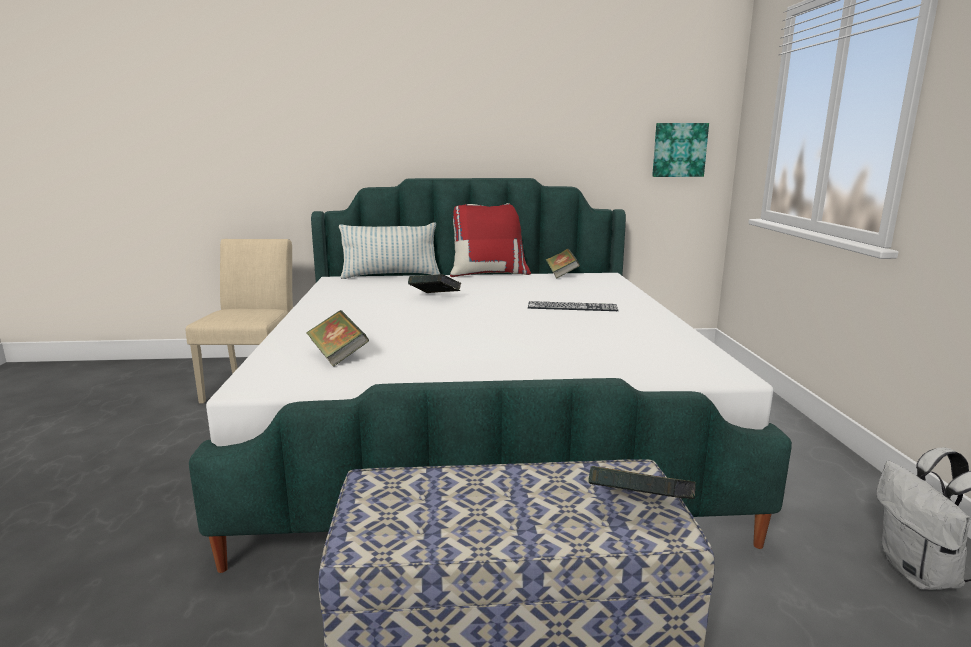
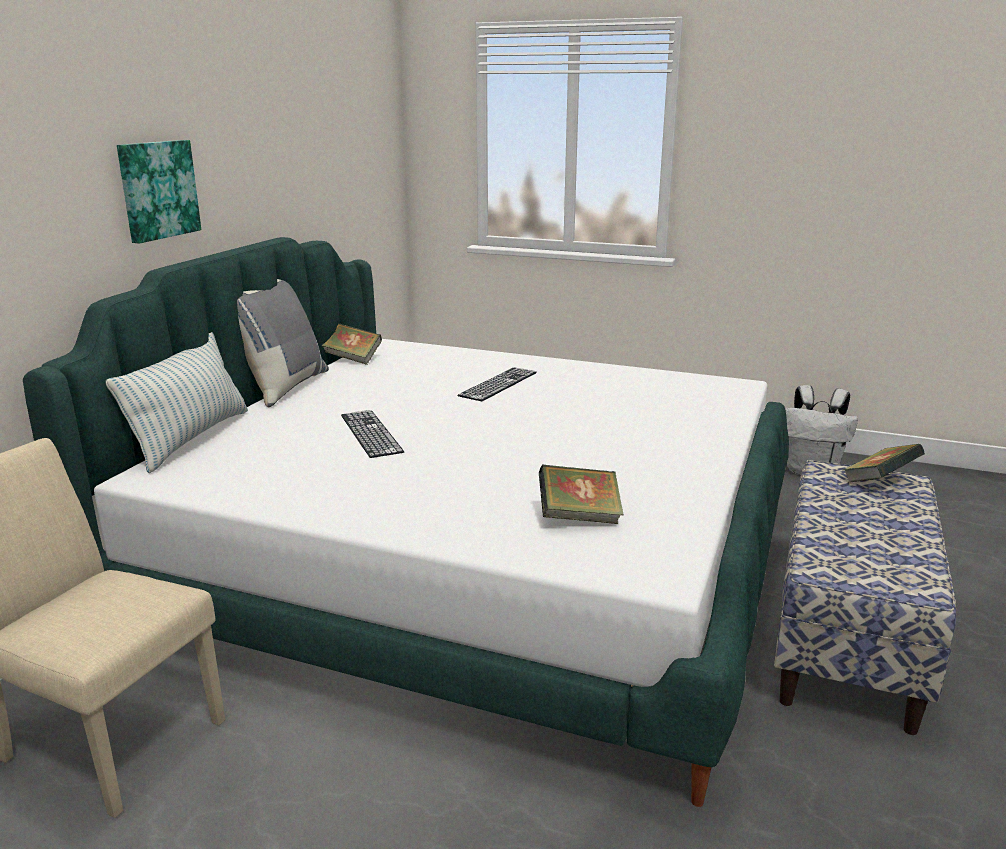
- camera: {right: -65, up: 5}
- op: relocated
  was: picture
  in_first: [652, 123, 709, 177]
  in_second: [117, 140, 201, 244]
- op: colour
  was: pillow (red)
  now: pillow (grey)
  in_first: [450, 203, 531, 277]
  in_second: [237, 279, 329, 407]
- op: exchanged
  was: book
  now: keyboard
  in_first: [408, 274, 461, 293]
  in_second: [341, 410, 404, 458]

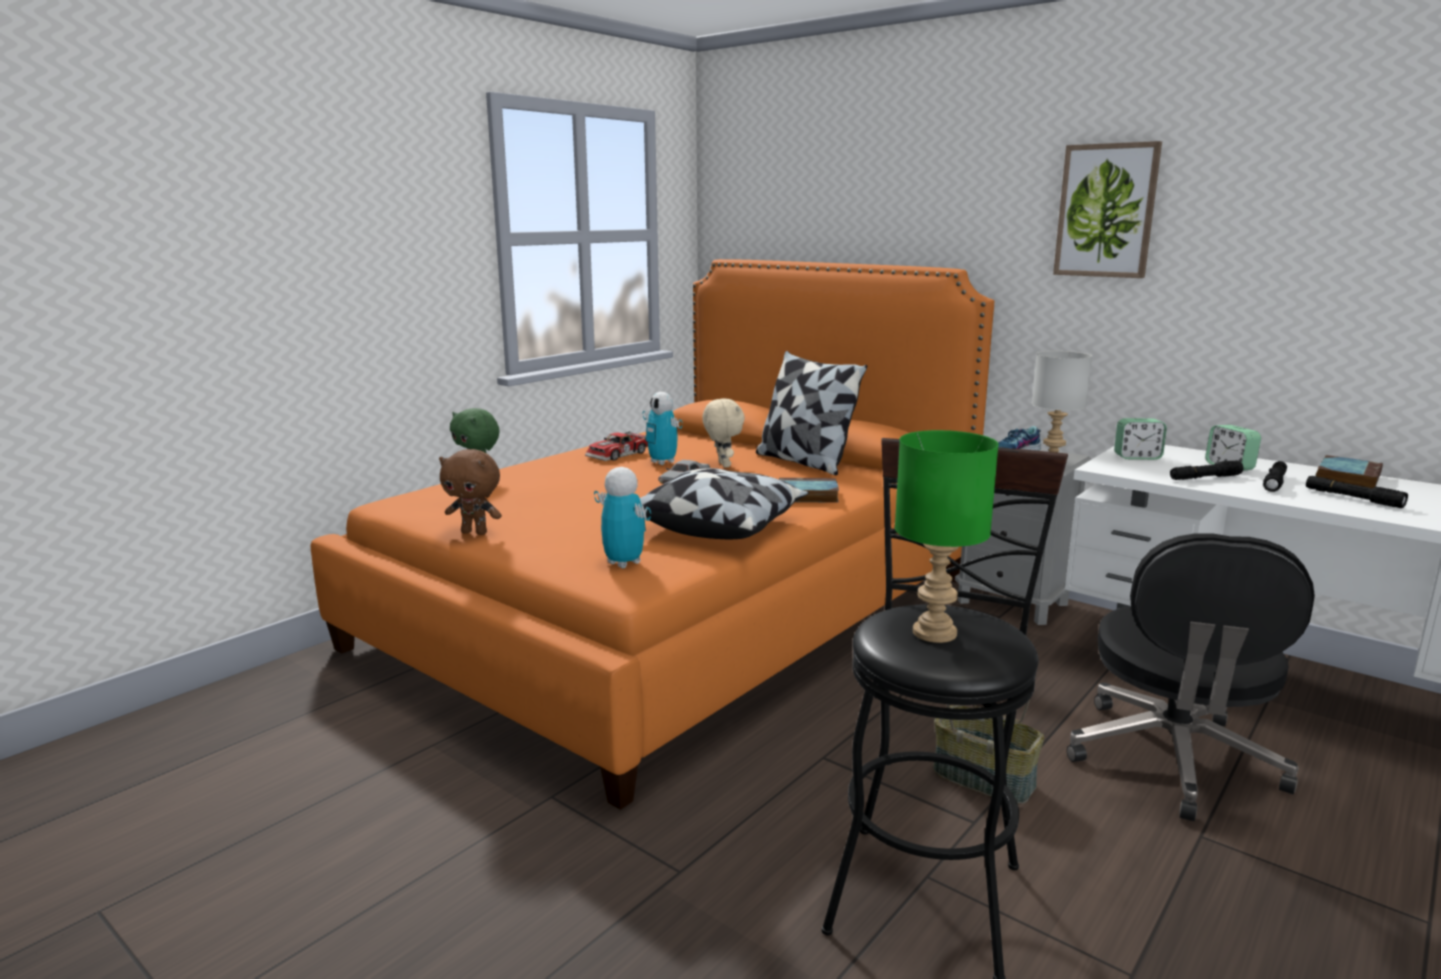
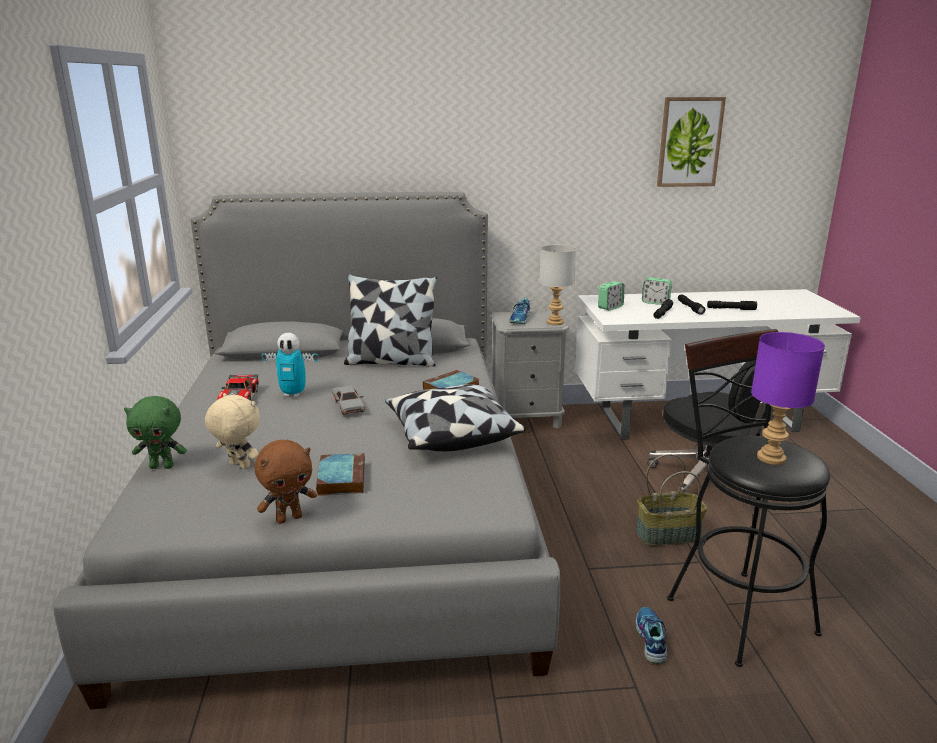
- camera: {right: -45, up: 5}
- op: relocated
  was: picture
  in_first: [1053, 141, 1162, 278]
  in_second: [657, 97, 726, 187]
- op: colour
  was: bed (orange)
  now: bed (grey)
  in_first: [310, 259, 994, 810]
  in_second: [53, 192, 560, 709]
- op: relocated
  was: plush toy (beige)
  in_first: [702, 399, 745, 468]
  in_second: [205, 393, 260, 469]
- op: colour
  was: table lamp (green)
  now: table lamp (purple)
  in_first: [895, 430, 999, 643]
  in_second: [751, 332, 825, 465]
- op: relocated
  was: book
  in_first: [1315, 455, 1383, 488]
  in_second: [316, 453, 365, 496]
- op: missing
  was: toy robot
  in_first: [594, 467, 651, 568]
- op: appeared
  now: shoe
  in_second: [636, 607, 667, 664]

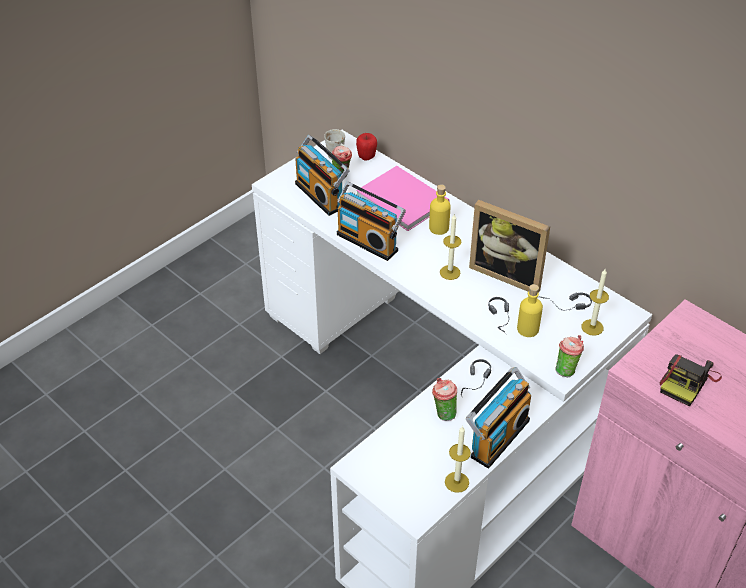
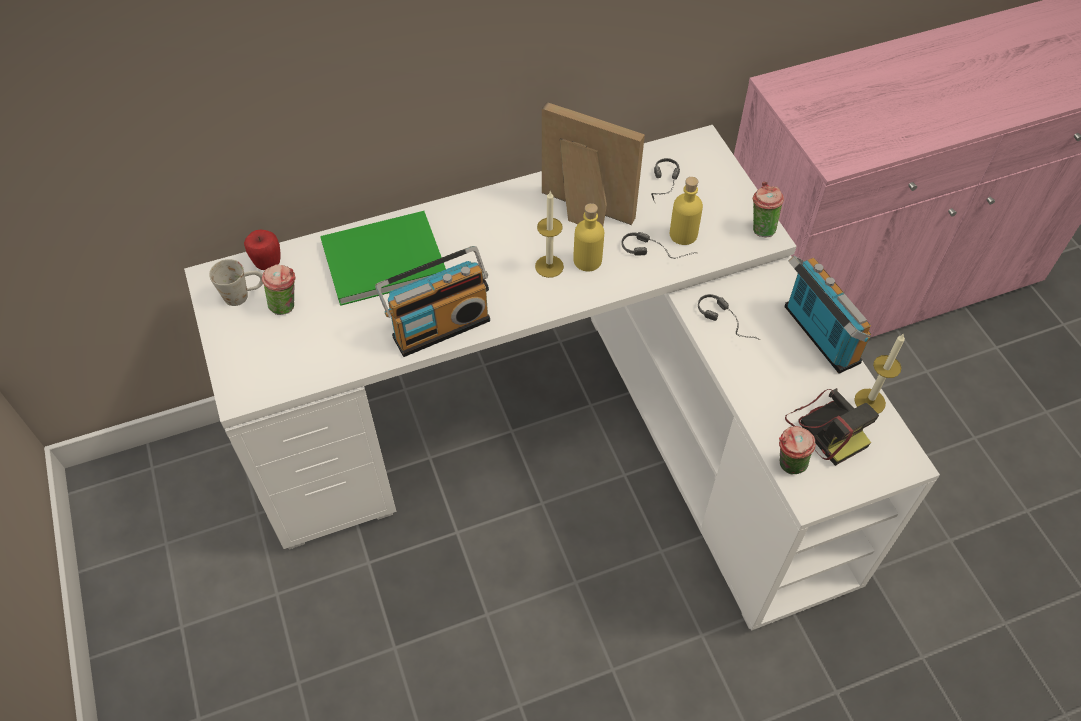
- camera: {right: -65, up: 10}
- op: missing
  was: radio
  in_first: [295, 135, 350, 216]
- op: colour
  was: book (pink)
  now: book (green)
  in_first: [356, 166, 450, 231]
  in_second: [320, 211, 446, 306]
- op: relocated
  was: bottle (yellow)
  in_first: [429, 184, 451, 235]
  in_second: [573, 203, 604, 271]
- op: spun
  was: picture frame
  in_first: [469, 200, 550, 293]
  in_second: [542, 102, 645, 226]
  clockwise: -120
- op: missing
  was: candle
  in_first: [582, 269, 609, 336]
- op: relocated
  was: photo camera
  in_first: [660, 354, 722, 407]
  in_second: [785, 388, 879, 466]
- op: relocated
  was: cup
  in_first: [432, 378, 457, 421]
  in_second: [779, 426, 816, 475]

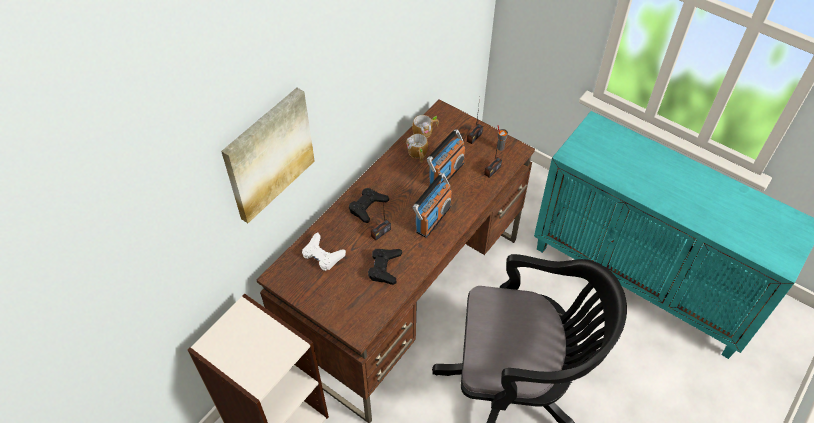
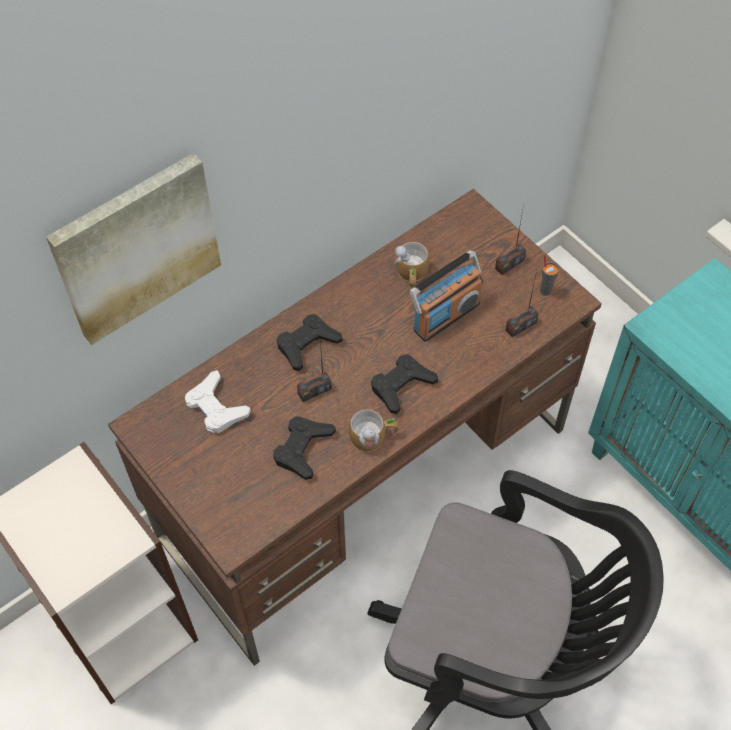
- camera: {right: 15, up: 5}
- op: relocated
  was: mug
  in_first: [412, 115, 439, 138]
  in_second: [349, 409, 399, 452]
- op: exchanged
  was: radio
  now: game controller (black)
  in_first: [413, 173, 452, 238]
  in_second: [371, 354, 438, 414]

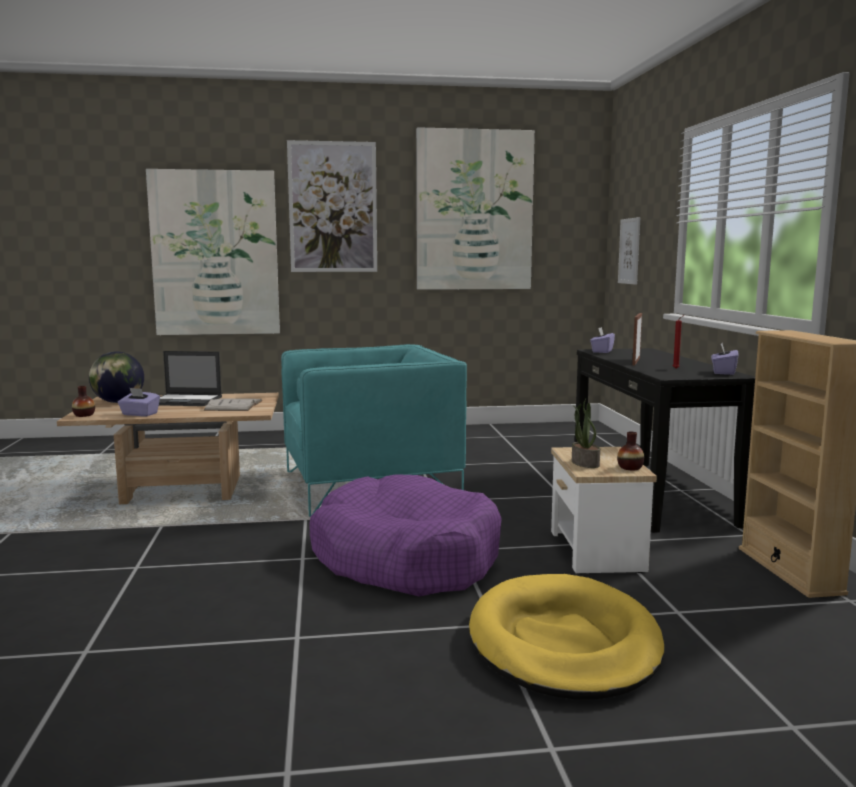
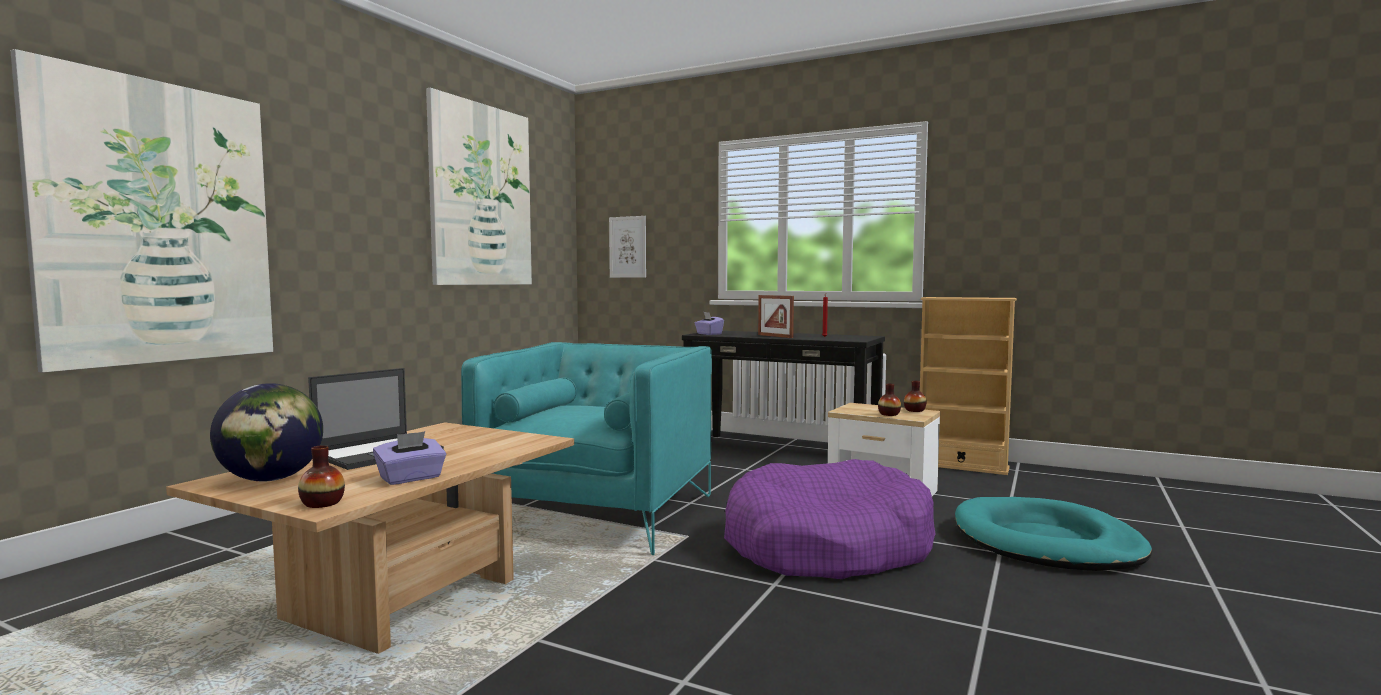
- camera: {right: -55, up: -5}
- op: missing
  was: picture
  in_first: [287, 140, 377, 272]
- op: missing
  was: tissue box (purple)
  in_first: [711, 343, 738, 375]
- op: missing
  was: book (white)
  in_first: [203, 398, 263, 411]
- op: exchanged
  was: potted plant
  now: vase
  in_first: [572, 398, 600, 468]
  in_second: [878, 383, 901, 416]
- op: colour
  was: dog bed (yellow)
  now: dog bed (turquoise)
  in_first: [469, 574, 664, 700]
  in_second: [955, 497, 1152, 571]

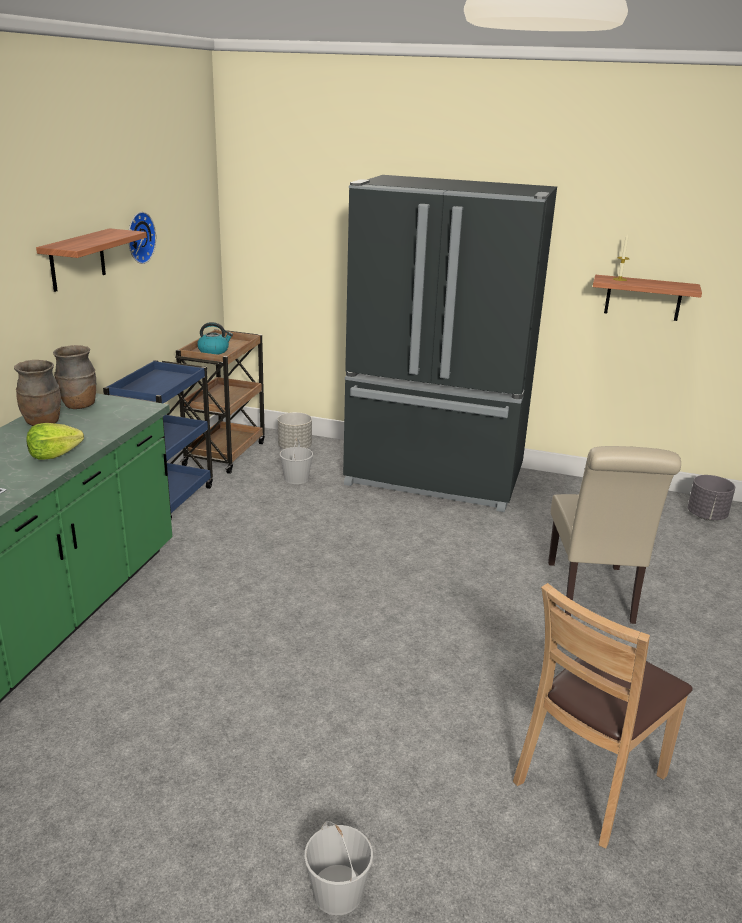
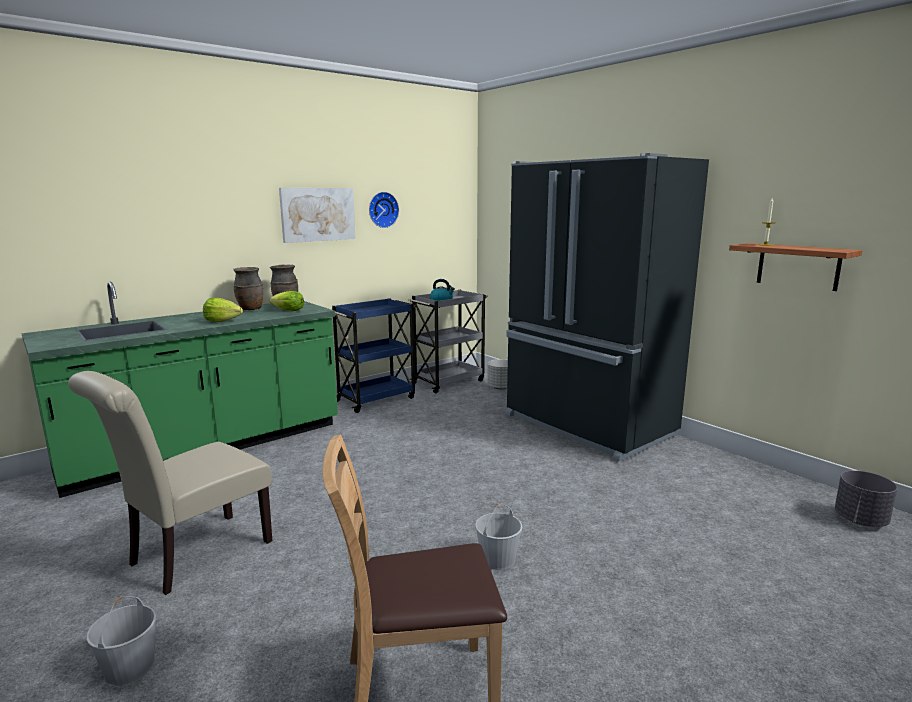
- camera: {right: 35, up: -10}
- op: exchanged
  was: shelf
  now: picture
  in_first: [36, 228, 147, 292]
  in_second: [279, 188, 356, 243]
- op: colour
  was: cart (brown)
  now: cart (grey)
  in_first: [175, 329, 265, 474]
  in_second: [409, 290, 488, 393]
- op: relocated
  was: bucket (white)
  in_first: [280, 438, 313, 484]
  in_second: [475, 503, 522, 570]
- op: relocated
  was: chair (beige)
  in_first: [548, 446, 681, 624]
  in_second: [68, 371, 272, 595]
- op: appeared
  now: lettuce
  in_second: [270, 291, 304, 311]

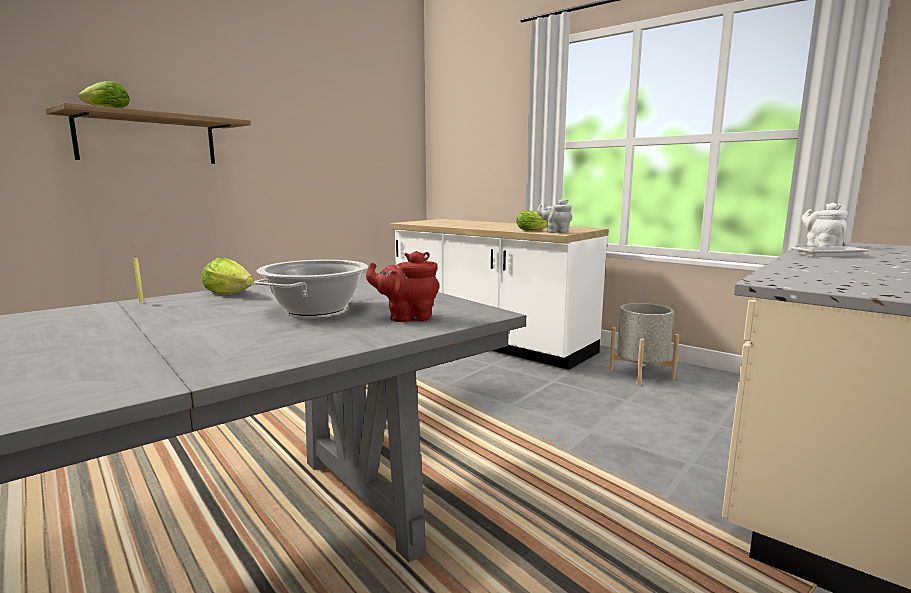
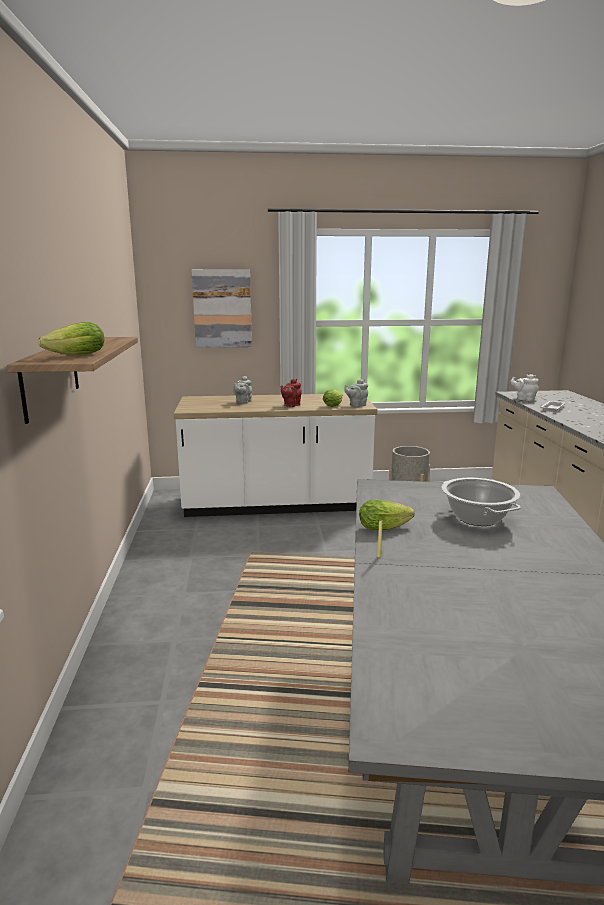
- camera: {right: -45, up: 5}
- op: relocated
  was: teapot (red)
  in_first: [366, 251, 439, 322]
  in_second: [281, 379, 302, 407]
- op: appeared
  now: picture
  in_second: [191, 269, 252, 348]
- op: appeared
  now: teapot (grey)
  in_second: [233, 376, 252, 404]

